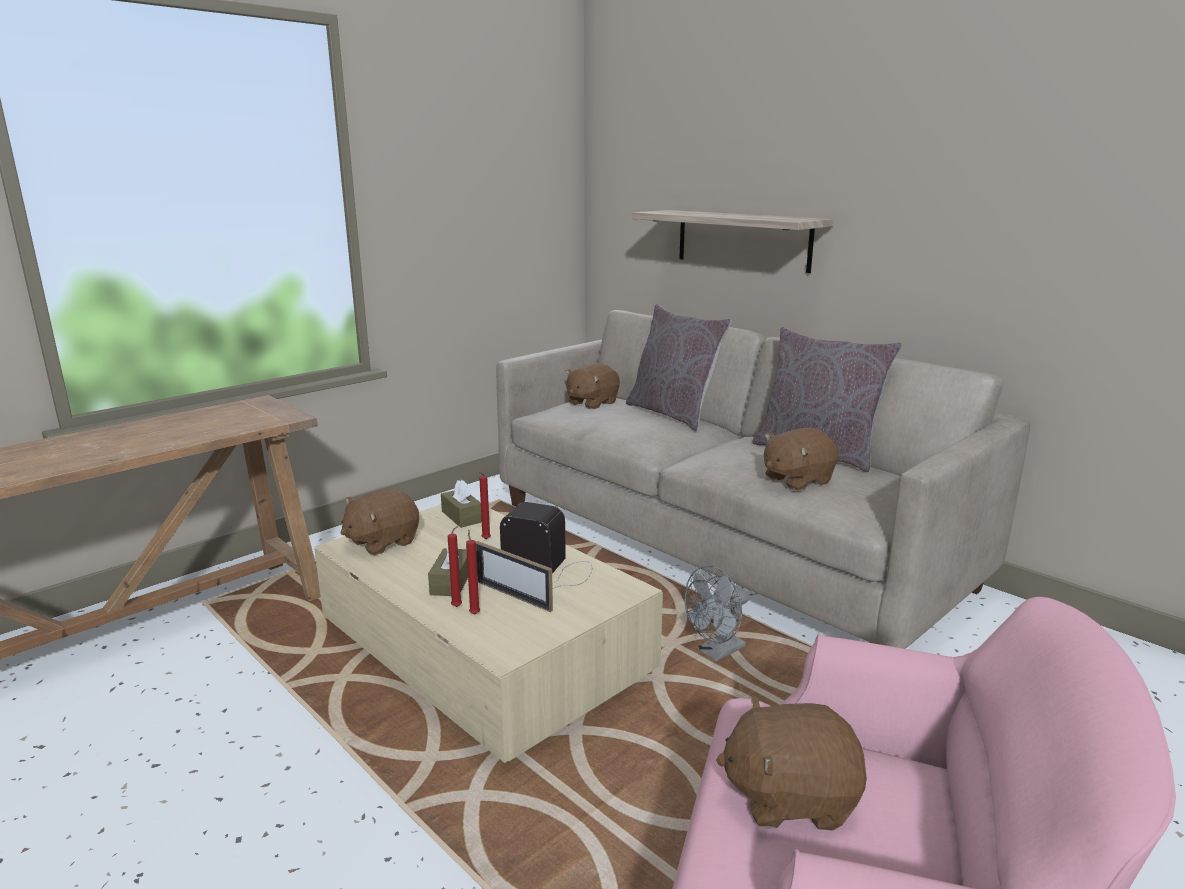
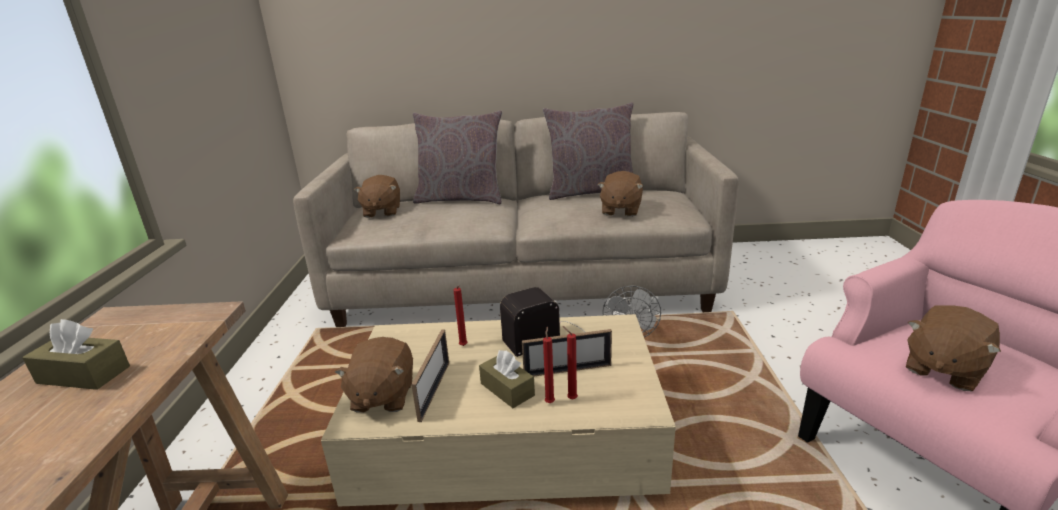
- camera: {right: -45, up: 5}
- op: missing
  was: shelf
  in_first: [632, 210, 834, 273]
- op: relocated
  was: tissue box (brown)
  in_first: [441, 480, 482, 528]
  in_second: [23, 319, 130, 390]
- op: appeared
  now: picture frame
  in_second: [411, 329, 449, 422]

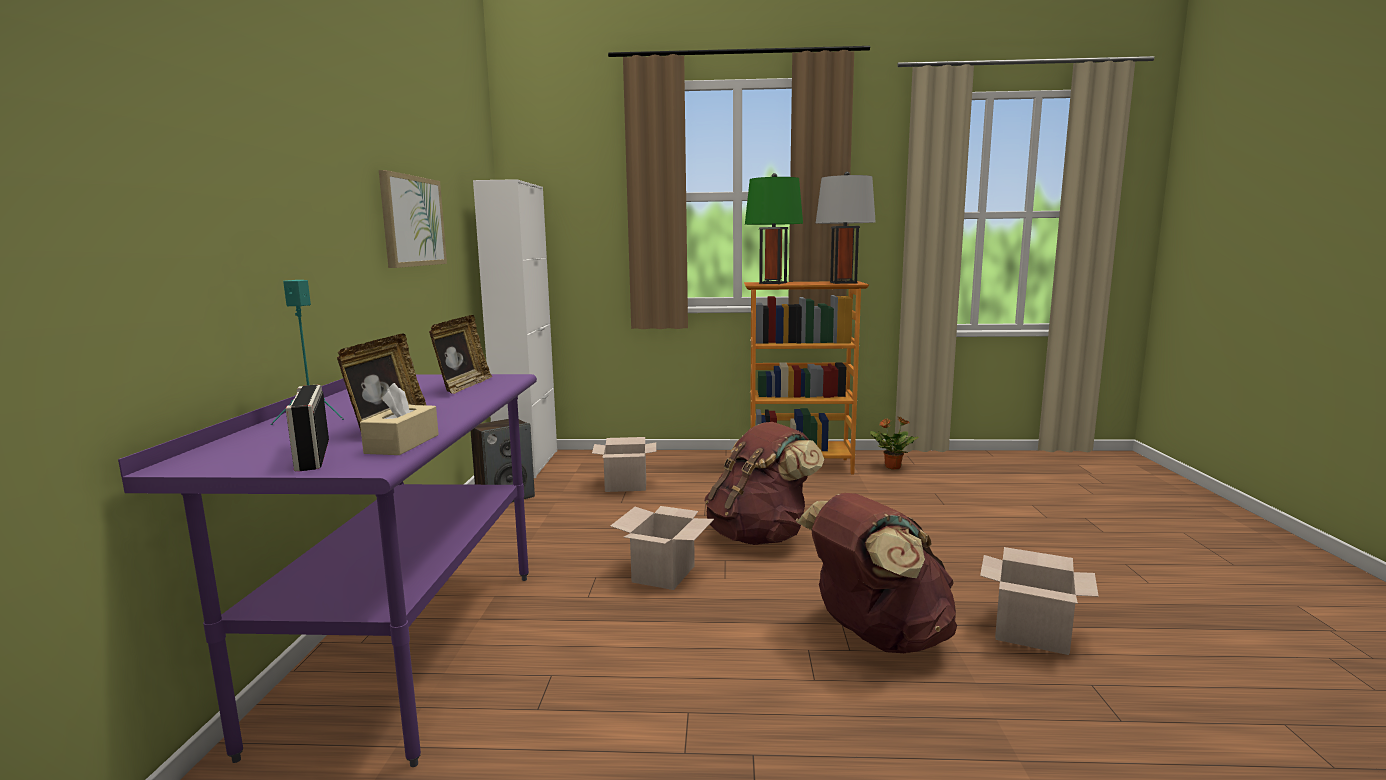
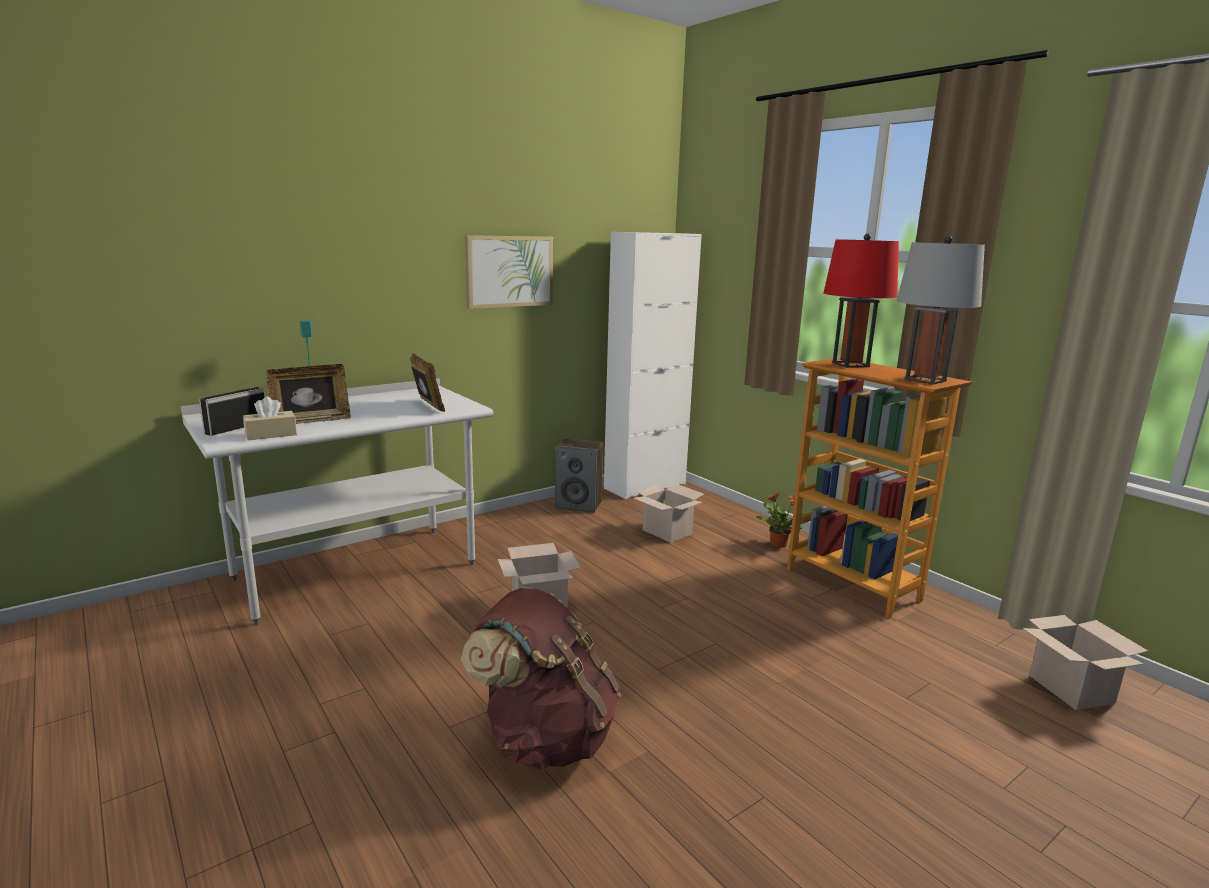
- camera: {right: 50, up: 5}
- op: colour
  was: table lamp (green)
  now: table lamp (red)
  in_first: [745, 173, 803, 284]
  in_second: [824, 234, 899, 368]
- op: spun
  was: picture frame
  in_first: [429, 315, 492, 394]
  in_second: [410, 353, 445, 412]
  clockwise: -90
- op: colour
  was: desk (purple)
  now: desk (white)
  in_first: [118, 374, 537, 767]
  in_second: [181, 378, 494, 625]
- op: relocated
  was: potted plant
  in_first: [870, 417, 919, 470]
  in_second: [756, 493, 804, 548]
- op: missing
  was: backpack (brown)
  in_first: [704, 422, 824, 545]
- op: relocated
  was: cardboard box
  in_first: [980, 547, 1099, 655]
  in_second: [1022, 615, 1148, 710]

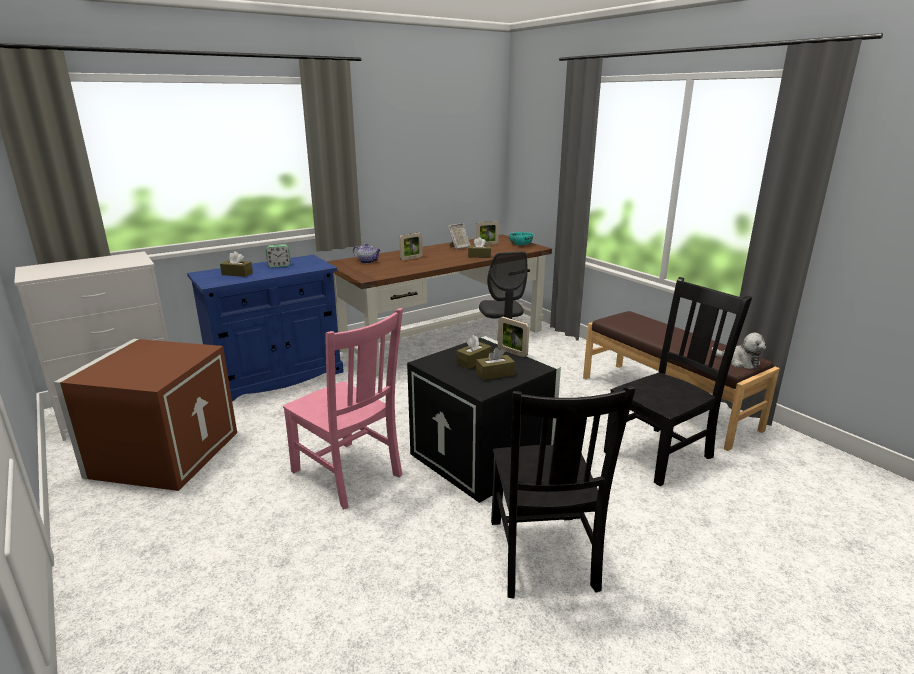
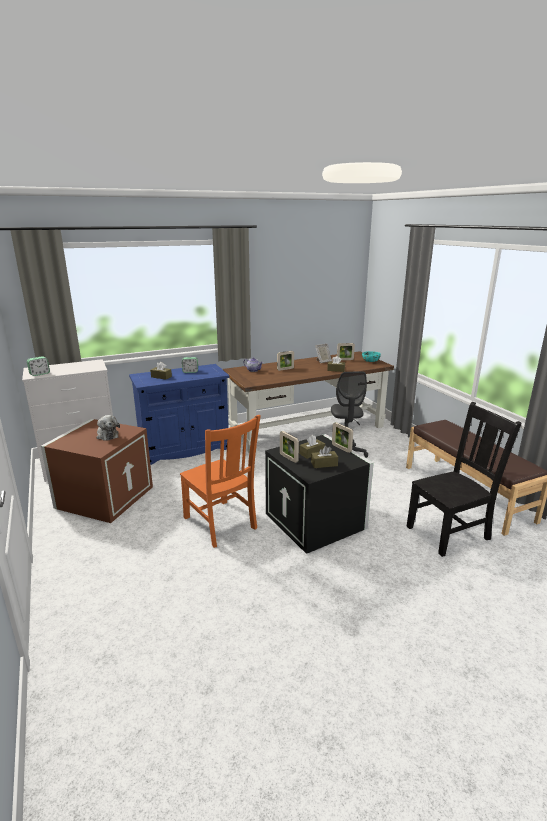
- camera: {right: 10, up: 0}
- op: colour
  was: chair (pink)
  now: chair (orange)
  in_first: [283, 308, 403, 509]
  in_second: [180, 415, 261, 548]
- op: relocated
  was: plush toy
  in_first: [711, 333, 766, 369]
  in_second: [96, 415, 120, 441]
- op: missing
  was: chair (black)
  in_first: [491, 386, 636, 598]
- op: appeared
  now: alarm clock
  in_second: [27, 356, 50, 376]
- op: appeared
  now: picture frame
  in_second: [280, 431, 299, 463]

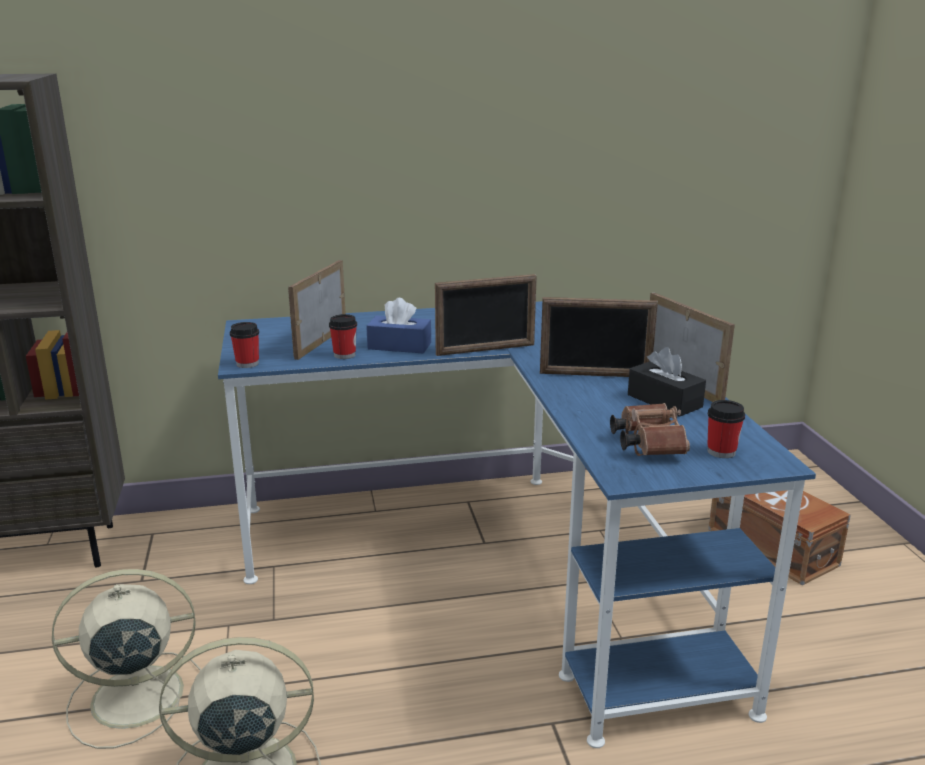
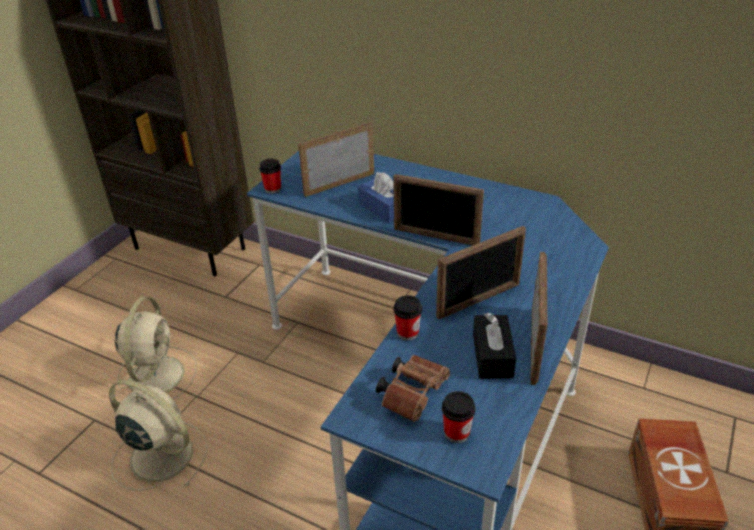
- camera: {right: 40, up: 15}
- op: spun
  was: picture frame
  in_first: [540, 297, 658, 377]
  in_second: [436, 226, 526, 320]
  clockwise: -75
- op: relocated
  was: cup
  in_first: [329, 314, 357, 359]
  in_second: [393, 295, 422, 341]
- op: spun
  was: fan (beige)
  in_first: [52, 569, 201, 749]
  in_second: [115, 297, 196, 399]
  clockwise: 75

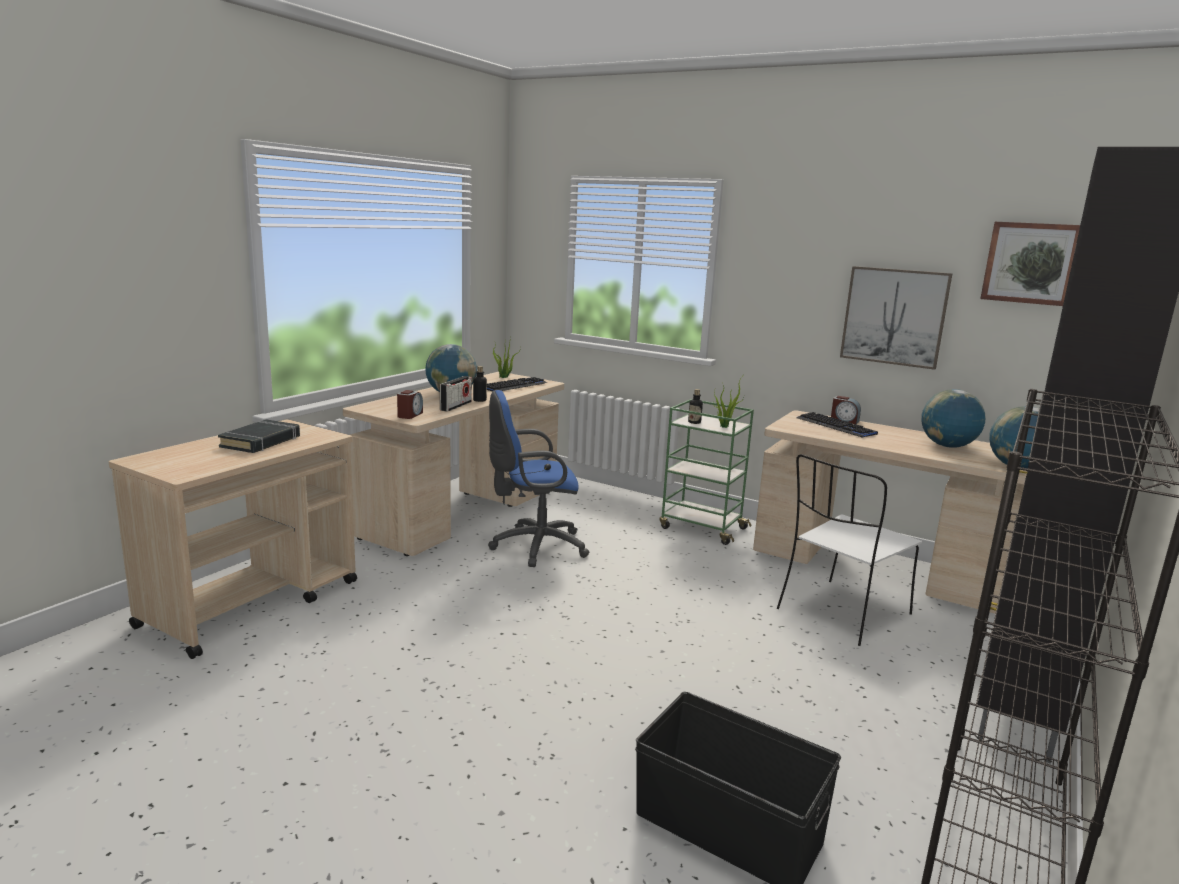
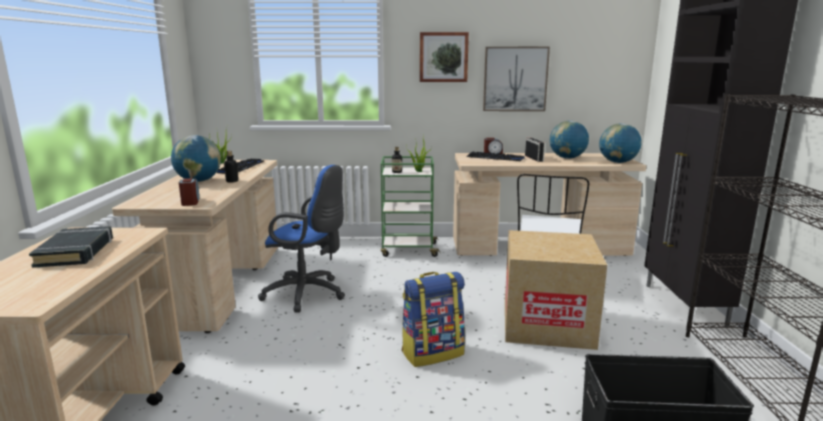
- camera: {right: -30, up: 0}
- op: relocated
  was: picture
  in_first: [980, 222, 1080, 306]
  in_second: [420, 32, 469, 82]
- op: relocated
  was: radio
  in_first: [440, 376, 472, 412]
  in_second: [525, 138, 545, 162]
- op: spun
  was: office chair (blue)
  in_first: [488, 390, 589, 567]
  in_second: [258, 165, 345, 313]
  clockwise: -120
- op: appeared
  now: cardboard box
  in_second: [505, 230, 607, 350]
- op: appeared
  now: backpack
  in_second: [402, 272, 465, 367]

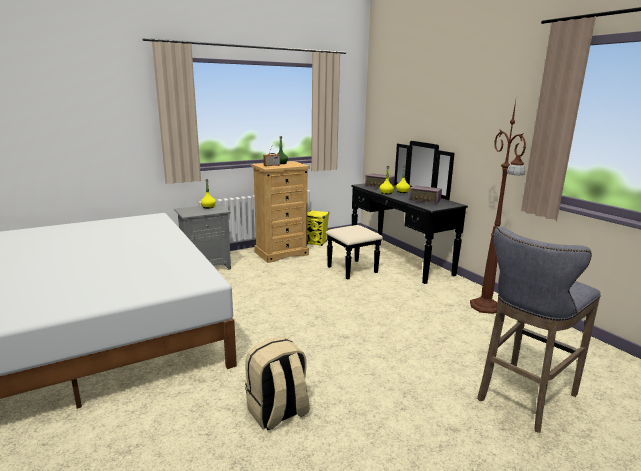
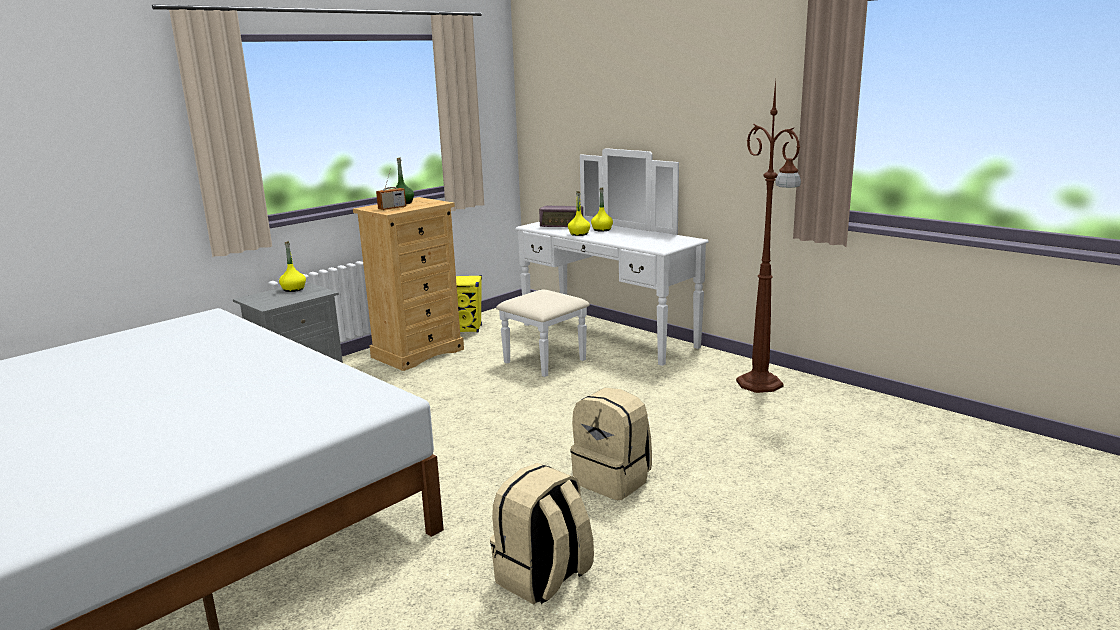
- camera: {right: -15, up: 0}
- op: colour
  was: dresser (black)
  now: dresser (white)
  in_first: [326, 141, 468, 284]
  in_second: [496, 148, 709, 377]
- op: missing
  was: radio
  in_first: [409, 185, 442, 204]
- op: missing
  was: stool (grey)
  in_first: [477, 226, 601, 433]
- op: appeared
  now: backpack (beige)
  in_second: [570, 388, 652, 500]

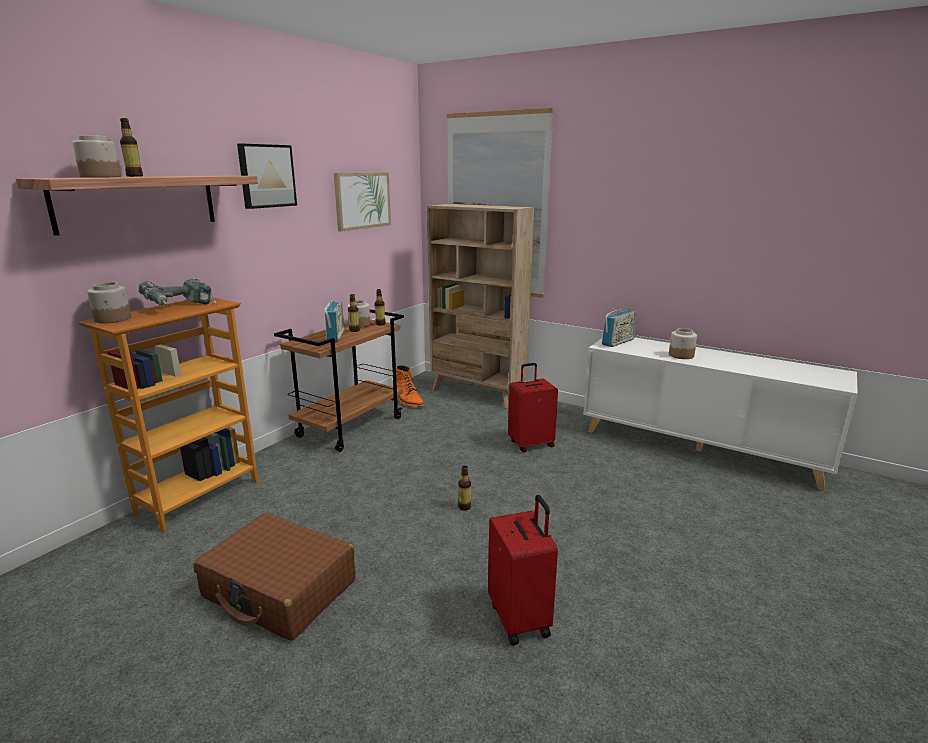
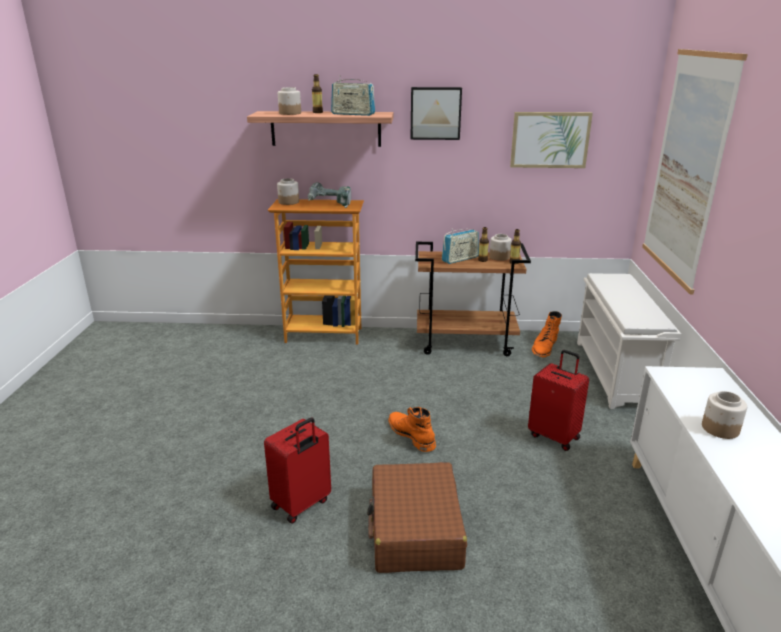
- camera: {right: 60, up: 5}
- op: exchanged
  was: bookcase (beige)
  now: shoe rack (white)
  in_first: [427, 204, 534, 408]
  in_second: [577, 273, 681, 409]
- op: relocated
  was: radio
  in_first: [602, 309, 636, 347]
  in_second: [331, 75, 375, 116]
- op: exchanged
  was: bottle
  now: boot (orange)
  in_first: [458, 466, 471, 510]
  in_second: [388, 407, 436, 452]
- op: relocated
  was: suitcase (brown)
  in_first: [194, 513, 356, 641]
  in_second: [367, 462, 467, 573]

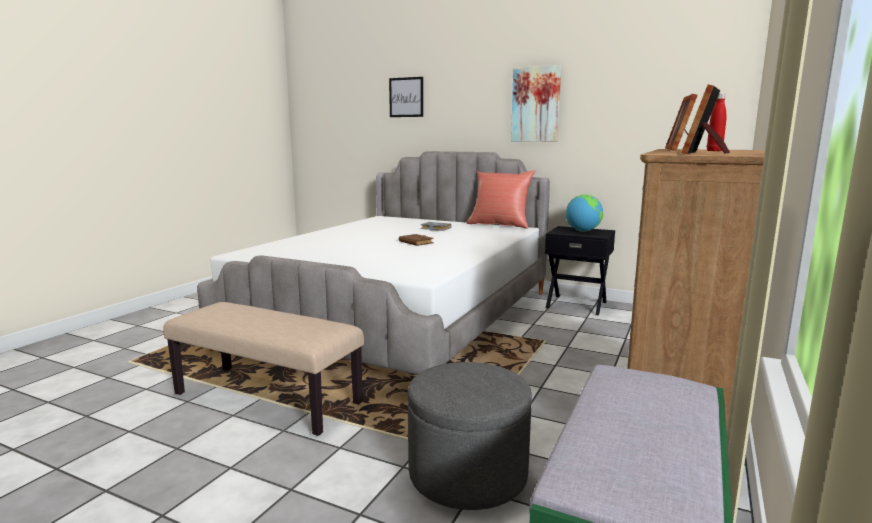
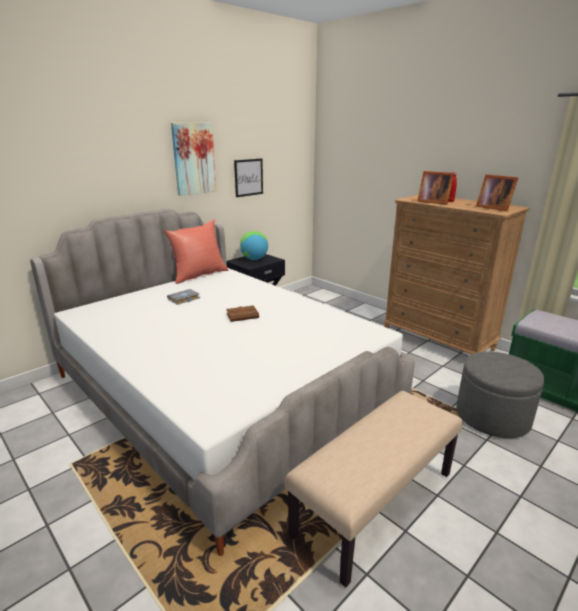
- camera: {right: -70, up: 10}
- op: relocated
  was: picture
  in_first: [389, 77, 423, 117]
  in_second: [234, 159, 263, 197]

